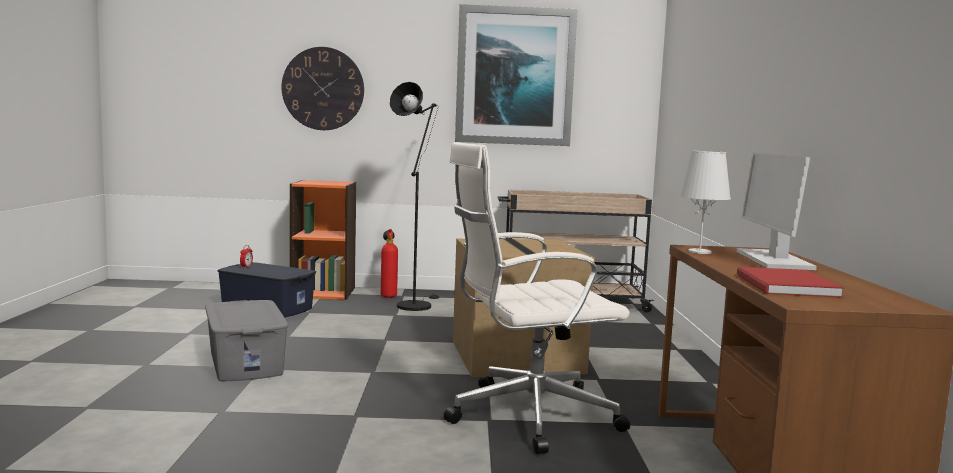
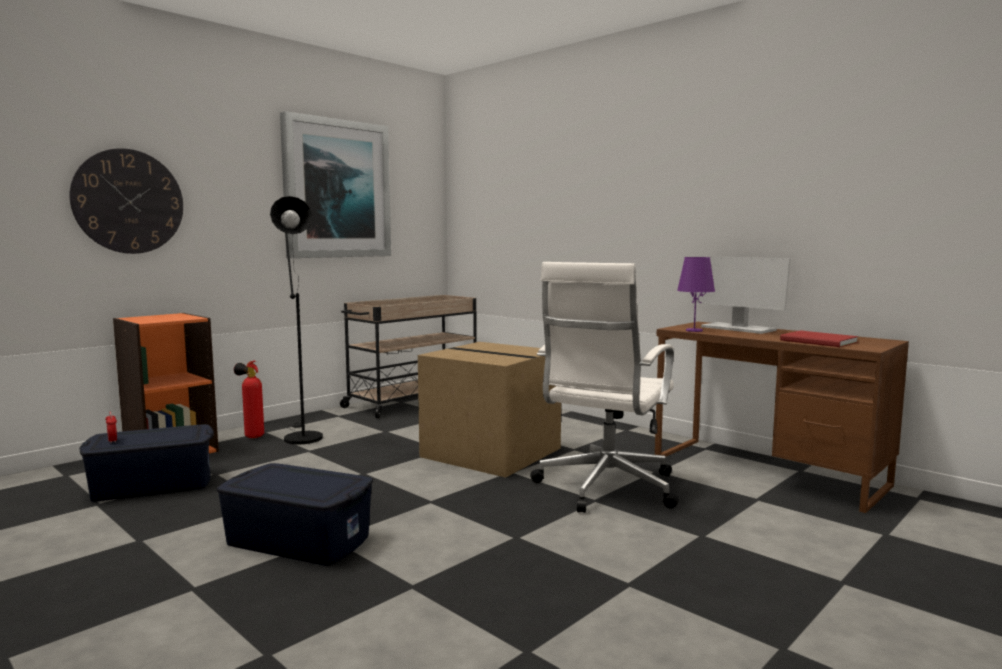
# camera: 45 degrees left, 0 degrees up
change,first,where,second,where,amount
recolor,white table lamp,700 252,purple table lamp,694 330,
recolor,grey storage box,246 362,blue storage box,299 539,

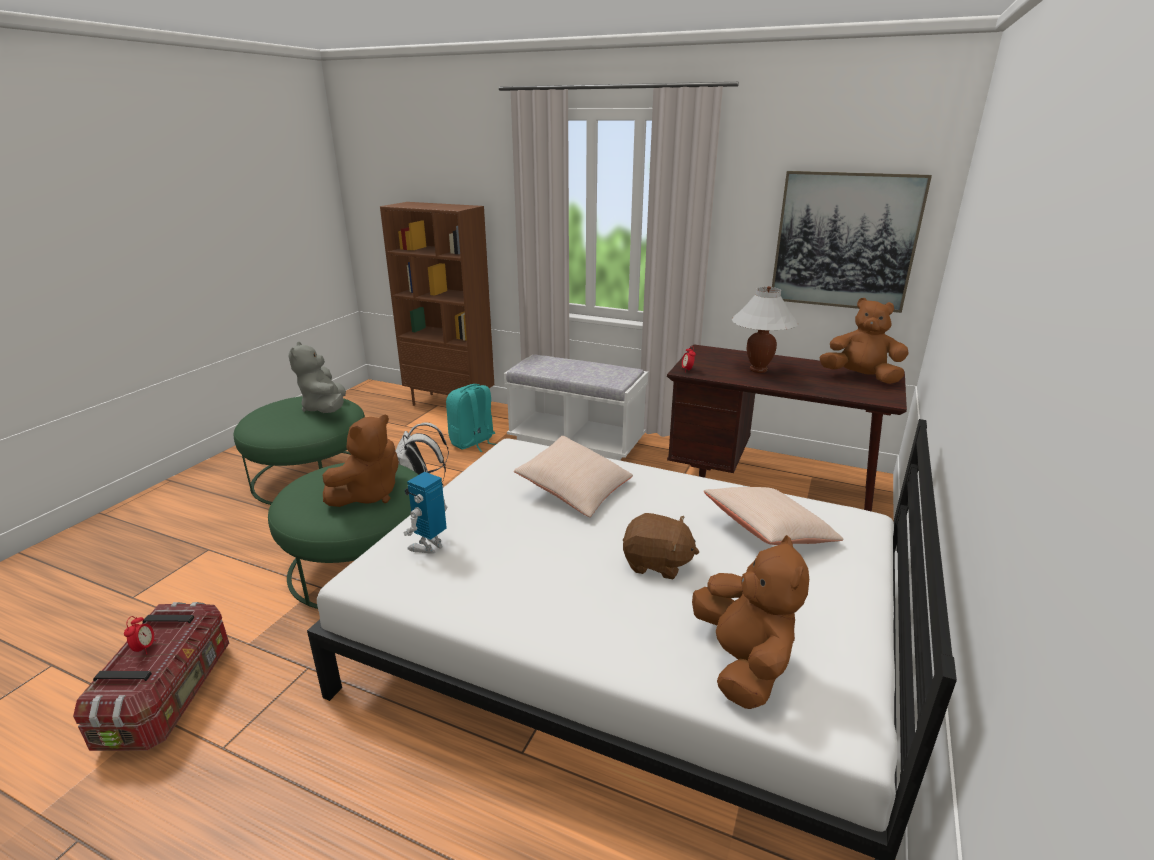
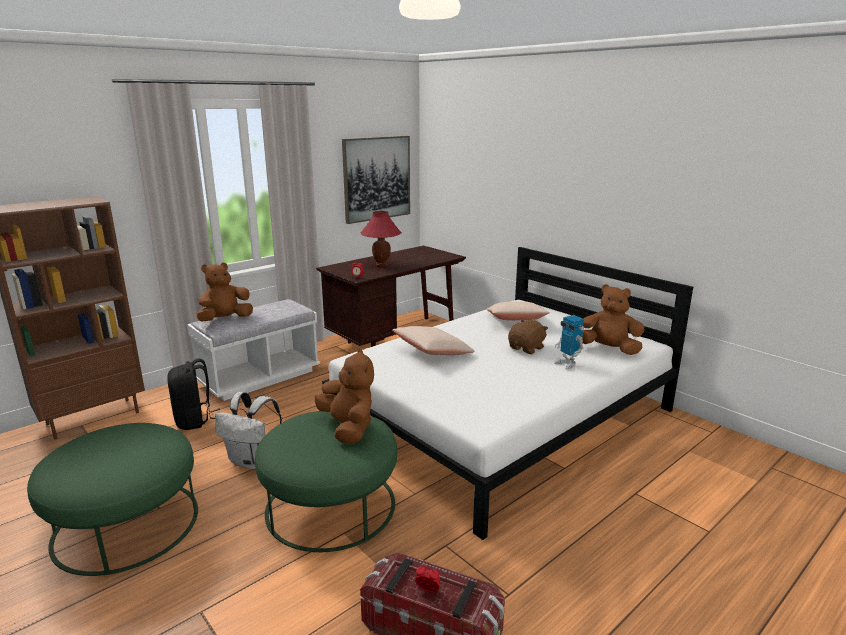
# camera: 65 degrees left, 5 degrees down
change,first,where,second,where,amount
recolor,white table lamp,758 370,red table lamp,381 265,
move,brown plush toy,860 377,,225 319,
delete,grey plush toy,325 409,,,
recolor,turquoise backpack,473 442,black backpack,194 420,
move,toy robot,429 546,,567 364,

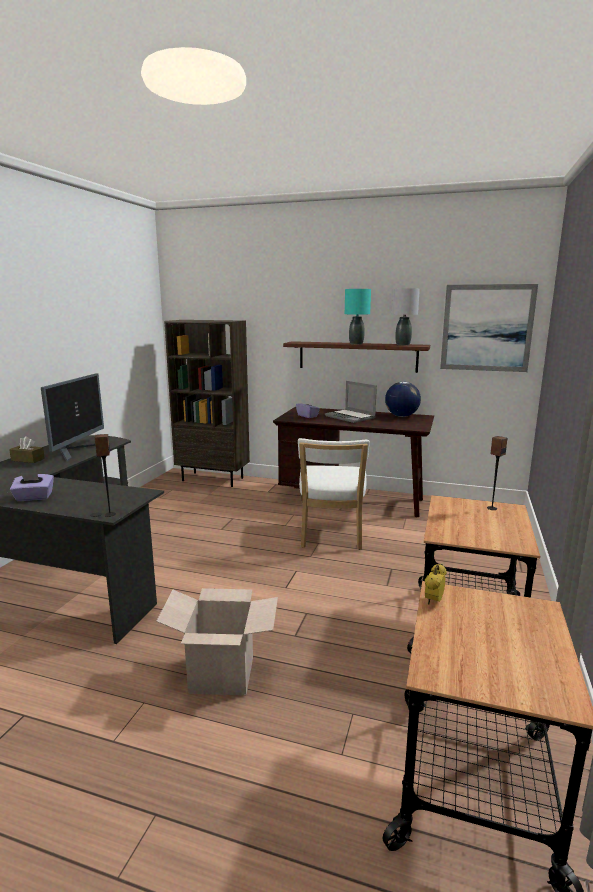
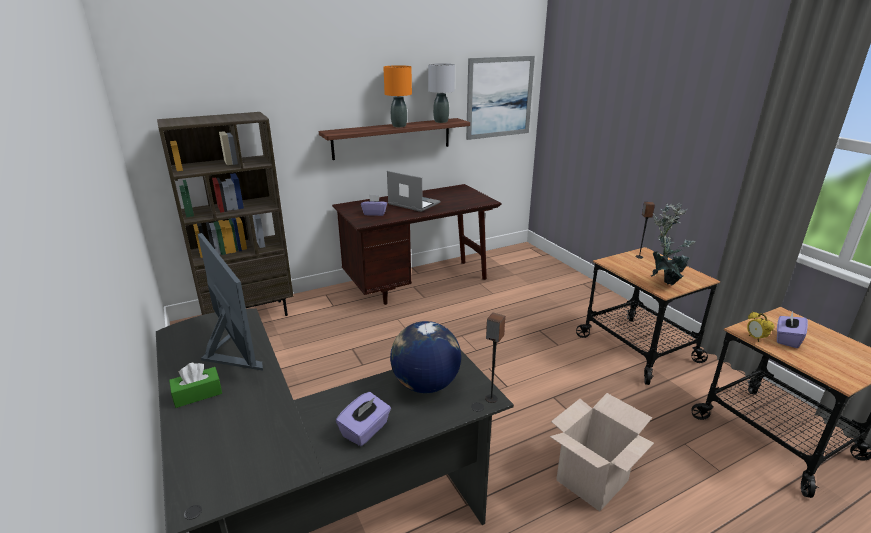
# camera: 45 degrees left, 10 degrees up
change,first,where,second,where,amount
recolor,turquoise table lamp,356 343,orange table lamp,399 126,
rotate,laptop,351 417,,413 204,150 degrees counterclockwise
move,globe,401 416,,425 385,
recolor,brown tissue box,28 459,green tissue box,197 394,
delete,white chair,331 537,,,
insert,,,potted plant,664 281,
insert,,,purple tissue box,787 339,

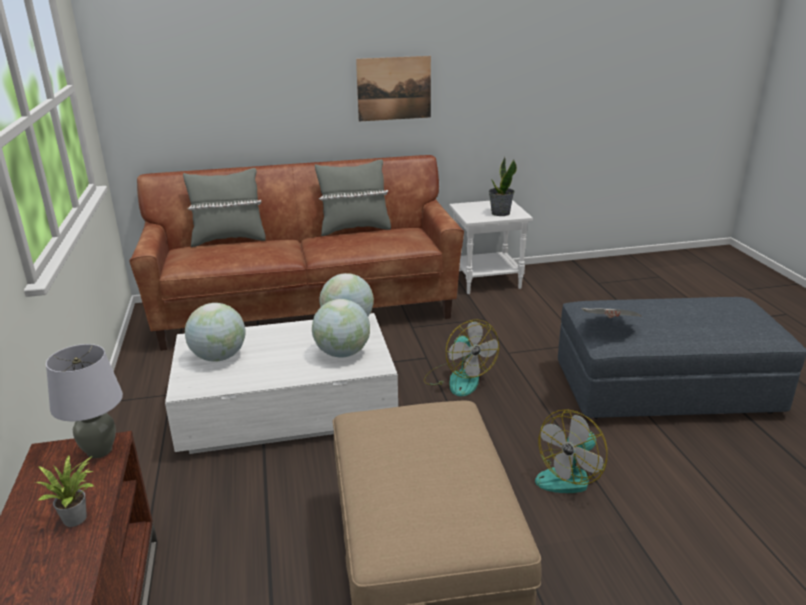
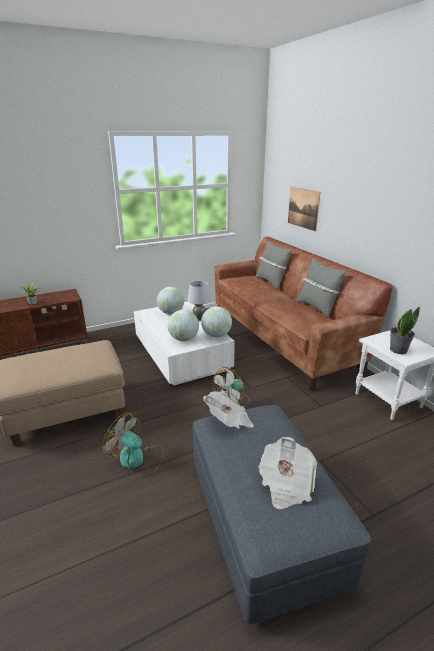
# camera: 75 degrees right, 0 degrees up
change,first,where,second,where,amount
move,picture,394 88,,303 208,
move,grey table lamp,99 450,,199 318,
insert,,,newspaper,285 484,

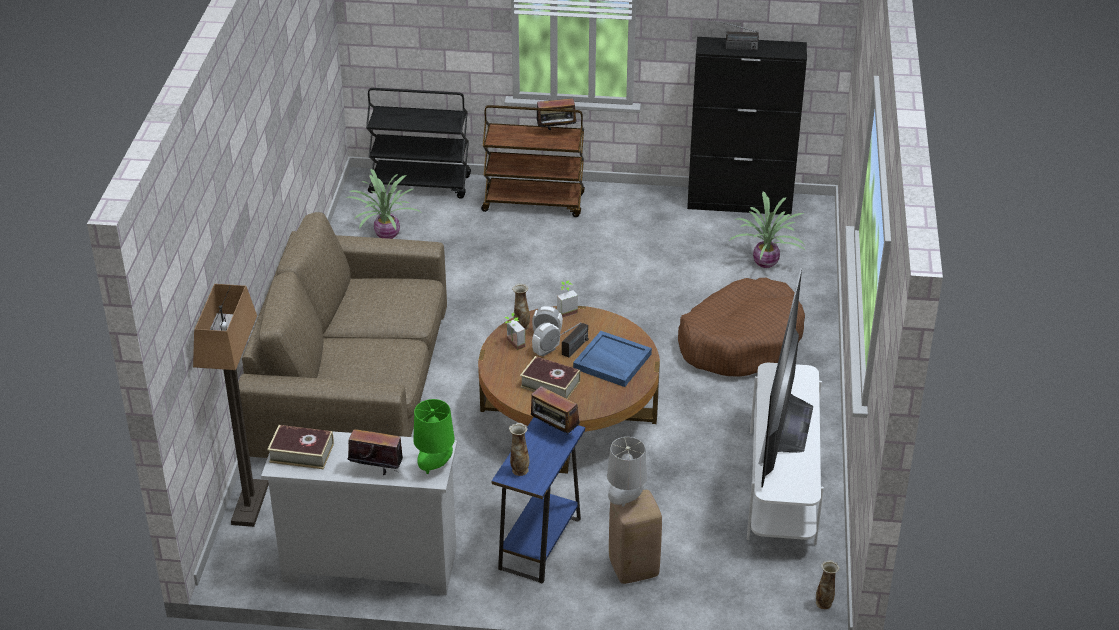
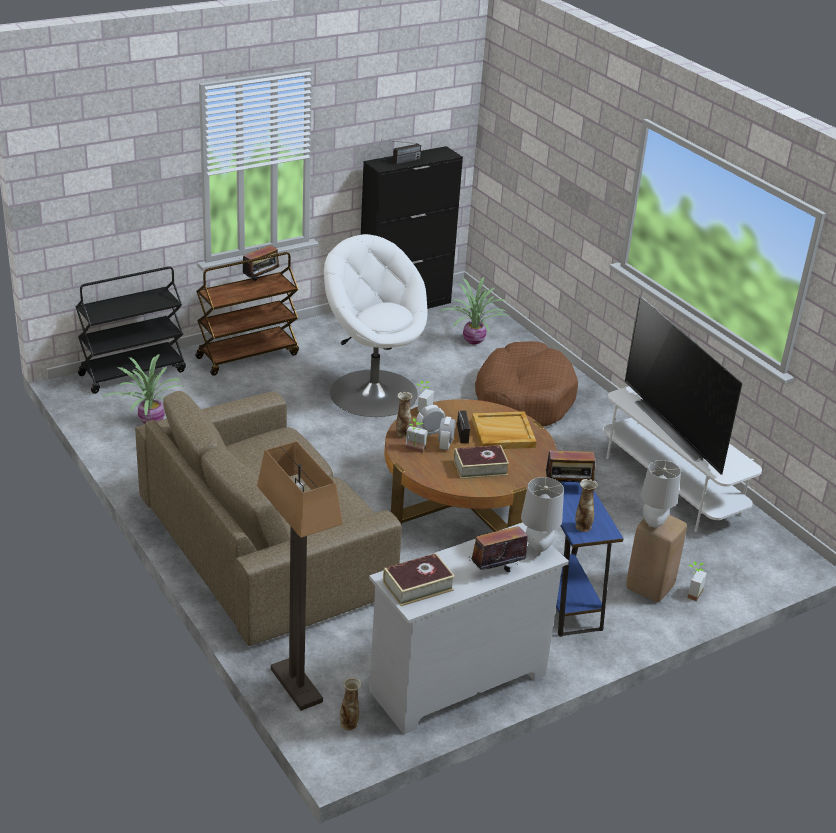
# camera: 40 degrees left, 5 degrees down
change,first,where,second,where,amount
recolor,blue tray,611 361,beige tray,502 433,
recolor,green table lamp,435 466,grey table lamp,537 547,
move,vase,824 603,,349 724,
insert,,,white armchair,372 392,
insert,,,potted plant,691 592,

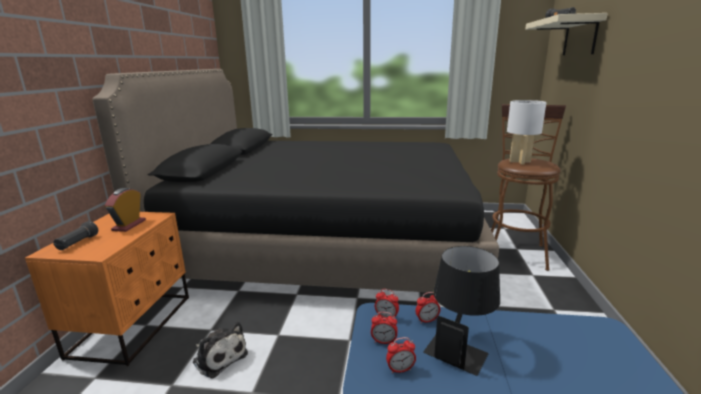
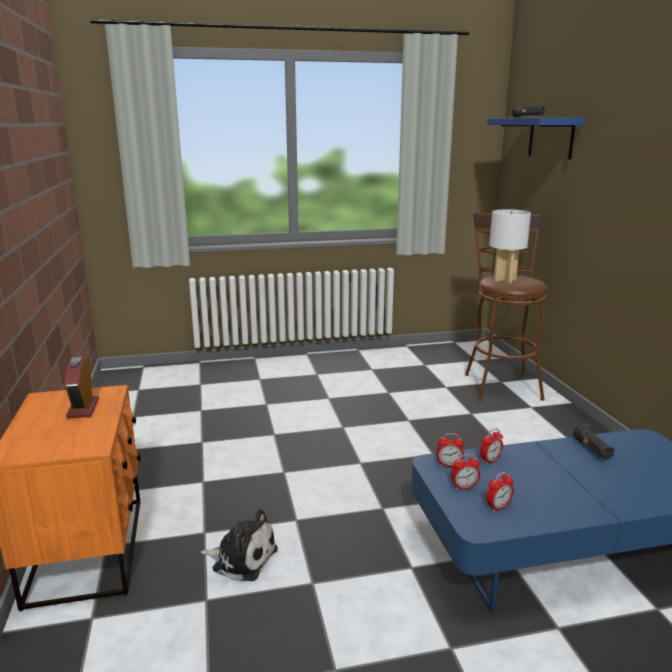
# camera: 20 degrees left, 0 degrees up
change,first,where,second,where,amount
recolor,beige shelf,580 36,blue shelf,551 137,
delete,black bed,326 244,,,
move,black flashlight,77 243,,592 450,
delete,black table lamp,459 345,,,

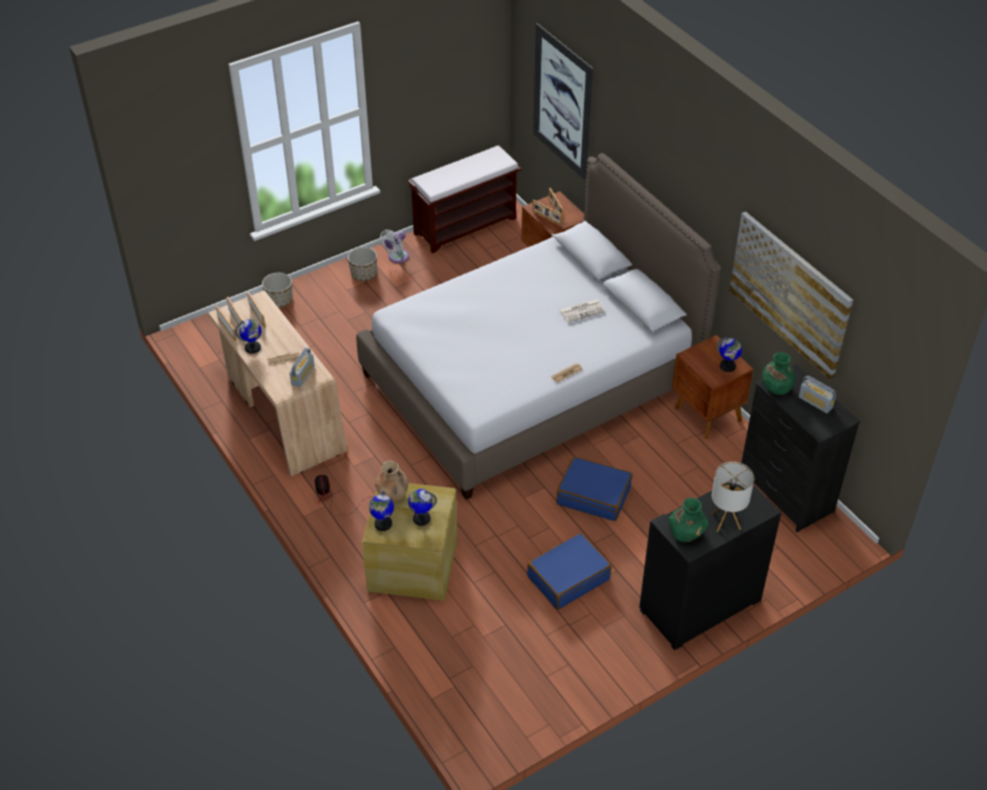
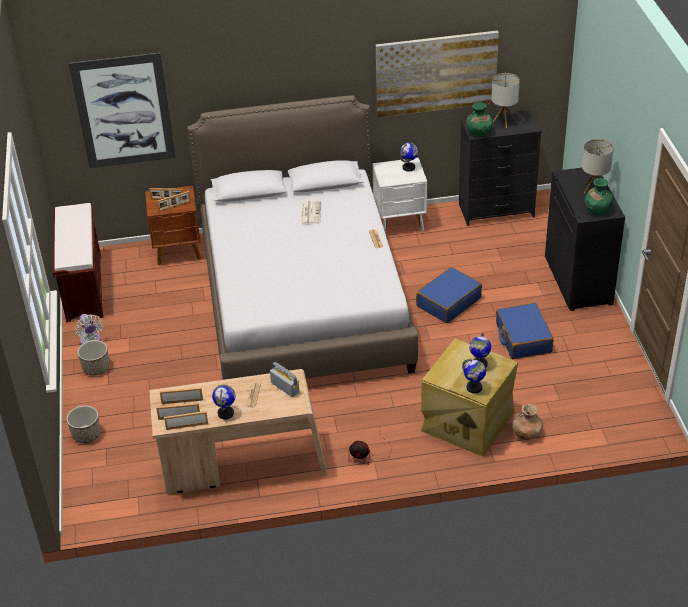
# camera: 65 degrees left, 5 degrees down
change,first,where,second,where,amount
recolor,brown nightstand,707 415,white nightstand,400 222,
replace,radio,815 402,table lamp,503 121,
move,brown vase,392 493,,527 434,

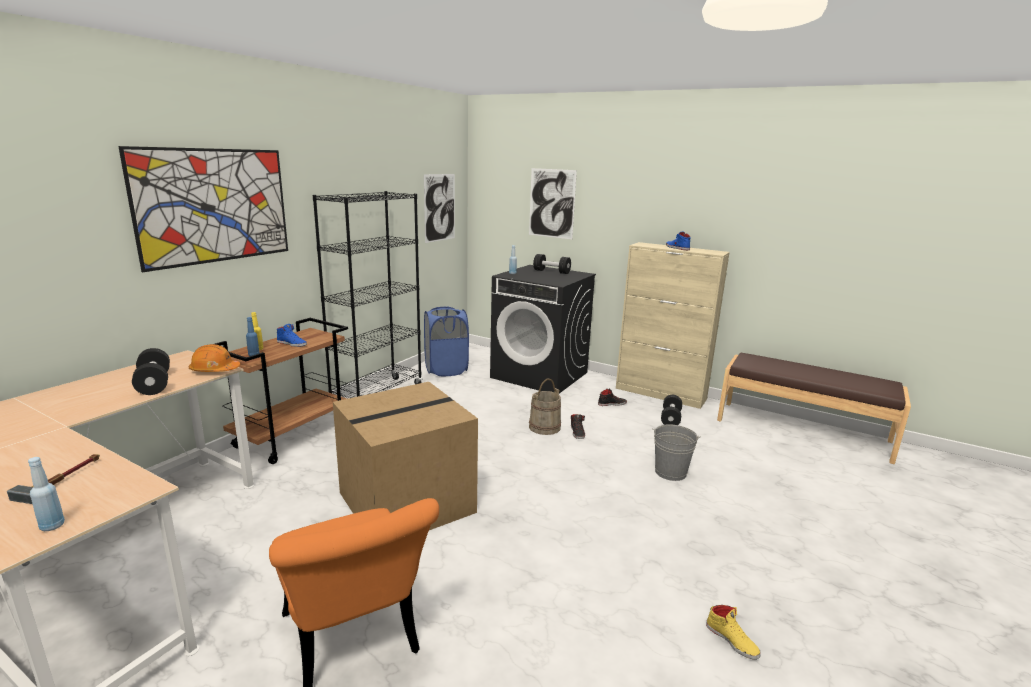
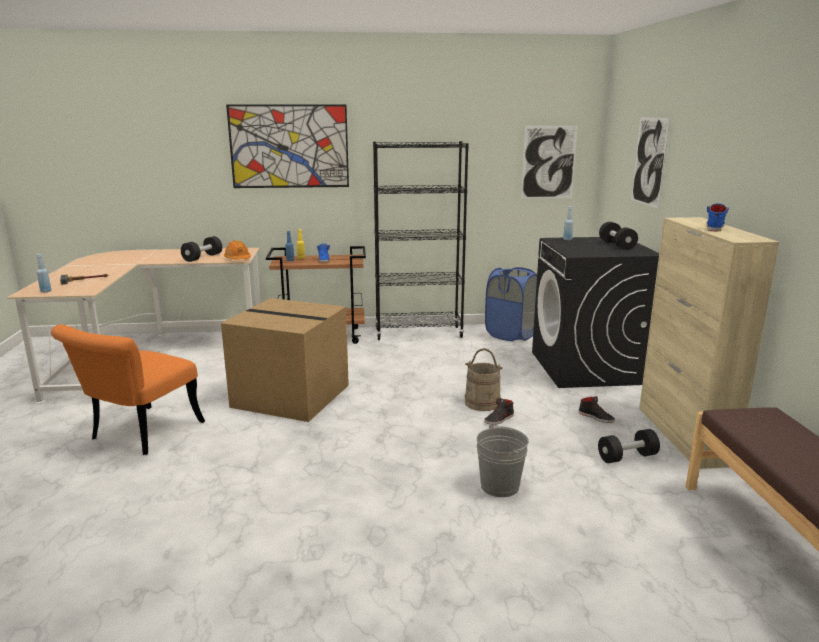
# camera: 55 degrees right, 0 degrees up
change,first,where,second,where,amount
delete,yellow shoe,732 640,,,

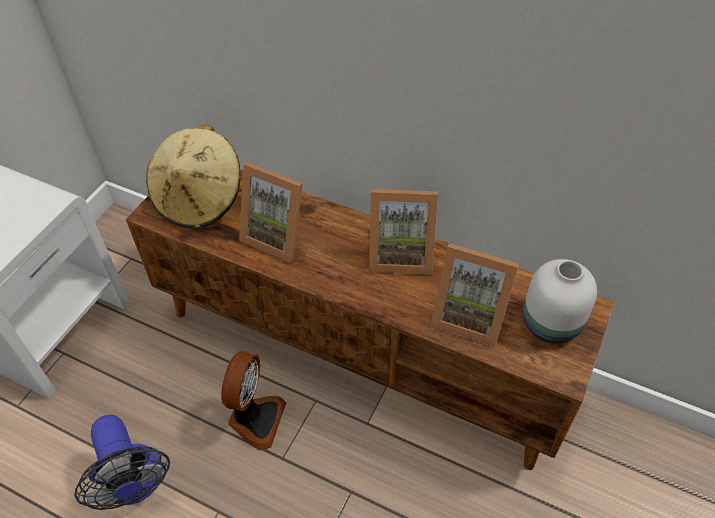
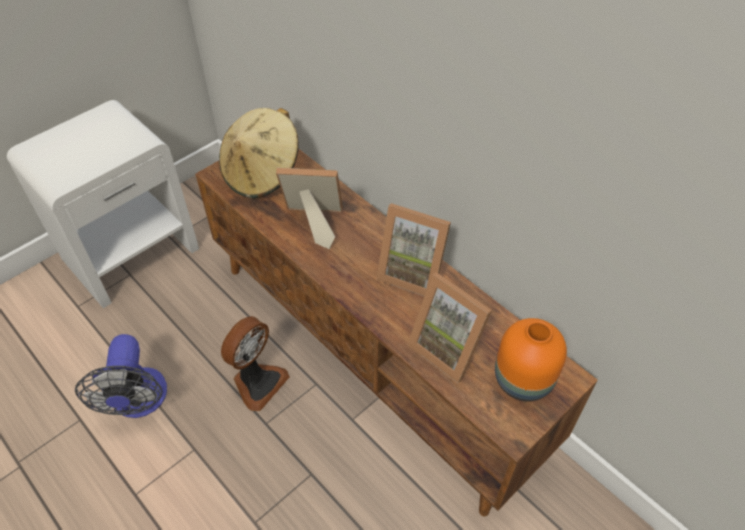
# camera: 20 degrees right, 0 degrees up
change,first,where,second,where,amount
rotate,picture frame,278 235,,313 223,135 degrees clockwise
recolor,white vase,552 323,orange vase,524 380,

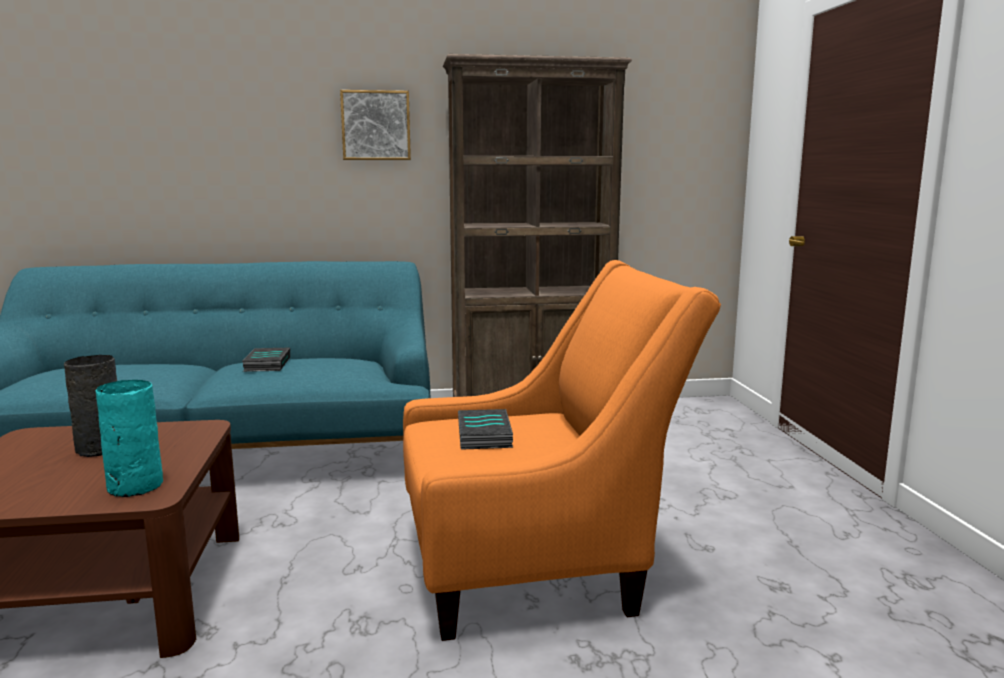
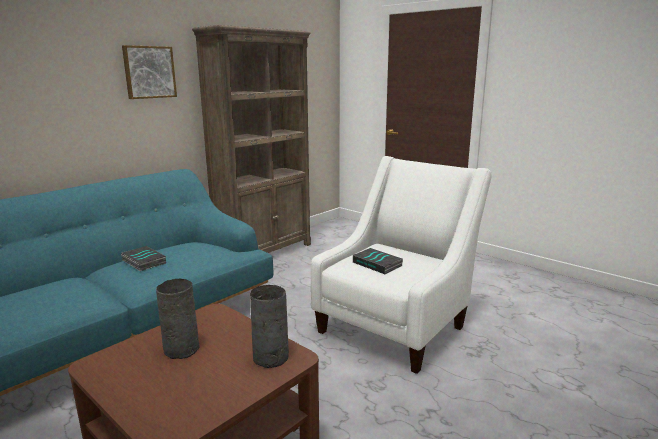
# camera: 40 degrees left, 5 degrees up
change,first,where,second,where,amount
recolor,orange armchair,538 566,white armchair,397 325,
recolor,turquoise vase,133 487,grey vase,270 358,

